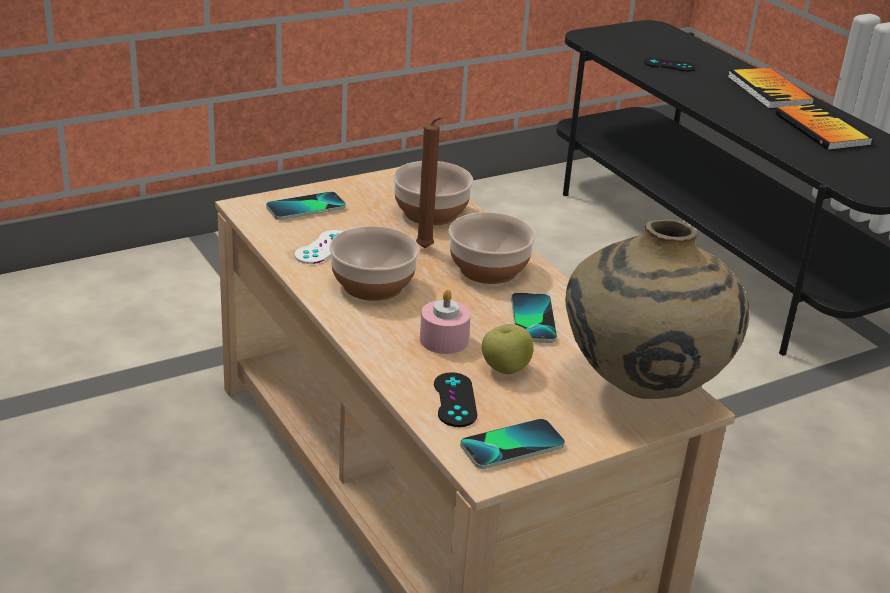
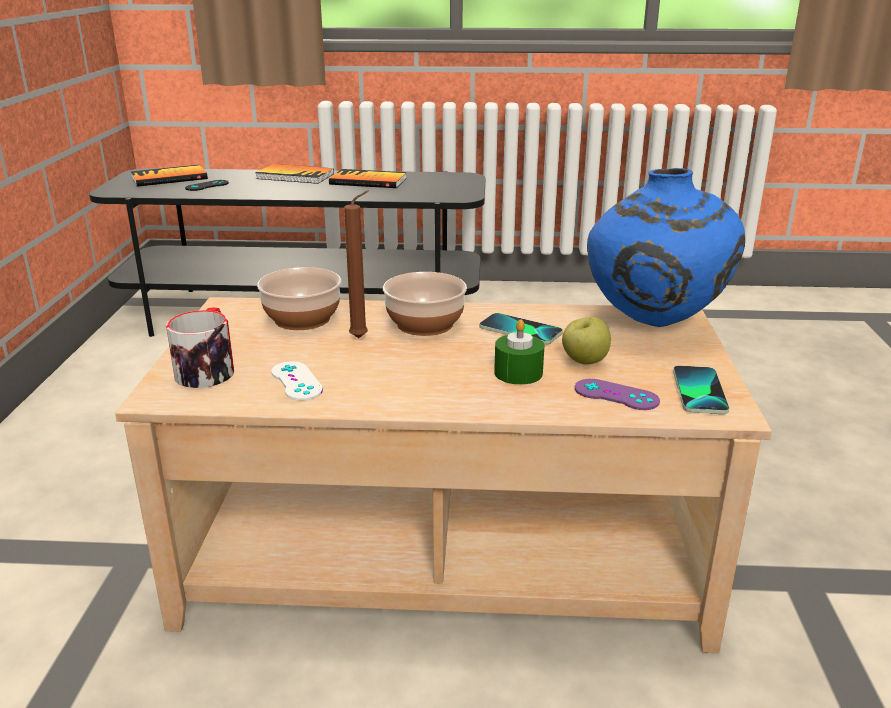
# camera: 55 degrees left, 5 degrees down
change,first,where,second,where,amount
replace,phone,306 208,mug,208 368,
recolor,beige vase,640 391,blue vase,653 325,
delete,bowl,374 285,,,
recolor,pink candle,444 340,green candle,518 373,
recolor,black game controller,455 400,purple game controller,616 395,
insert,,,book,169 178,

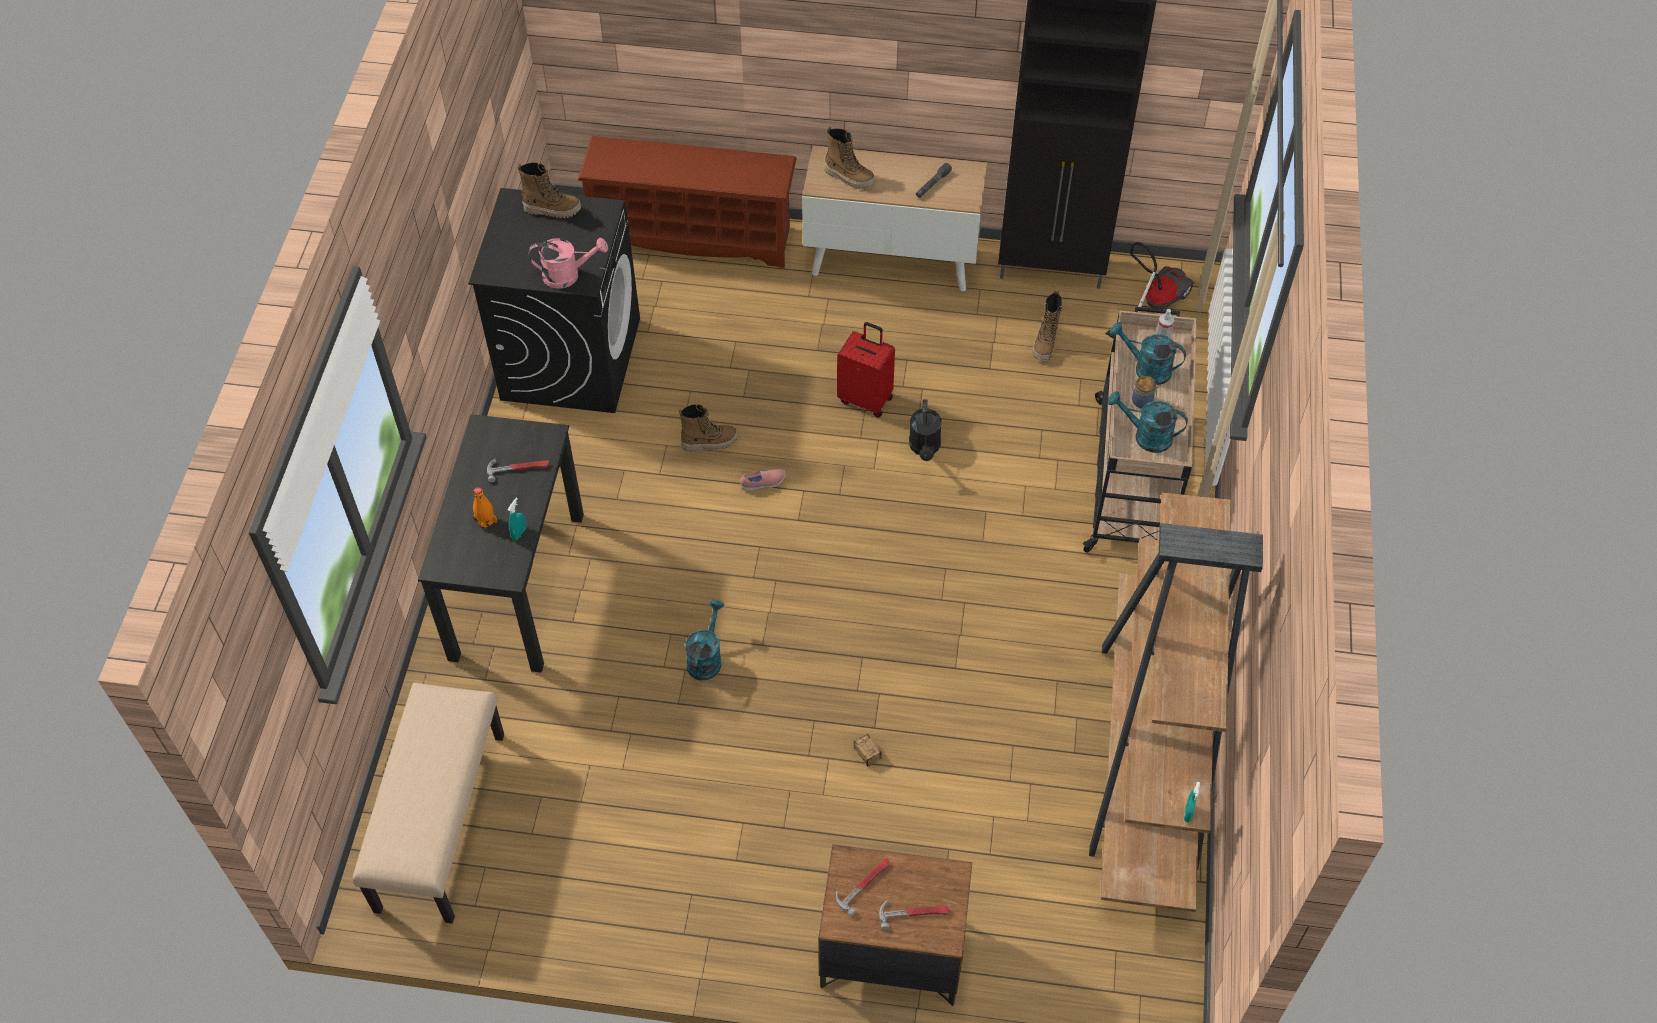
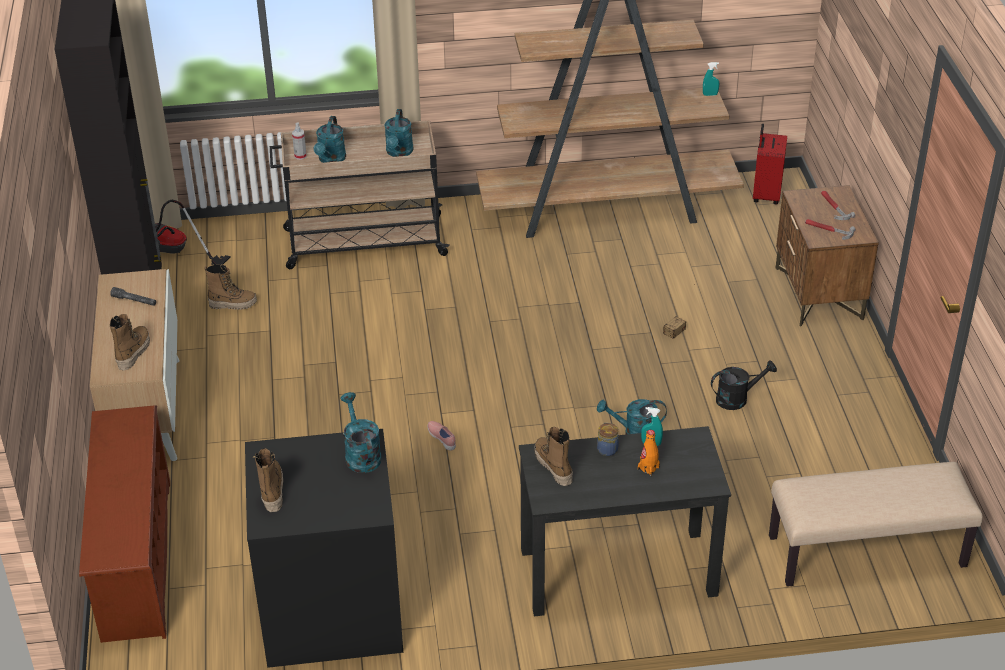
# camera: 105 degrees left, 15 degrees down
change,first,where,second,where,amount
recolor,pink watering can,568 275,turquoise watering can,361 454,
move,red suitcase,866 399,,765 195,
move,jar,1143 401,,607 449,
move,black watering can,925 448,,737 398,
move,boot,709 442,,553 466,
delete,hammer,518 468,,,

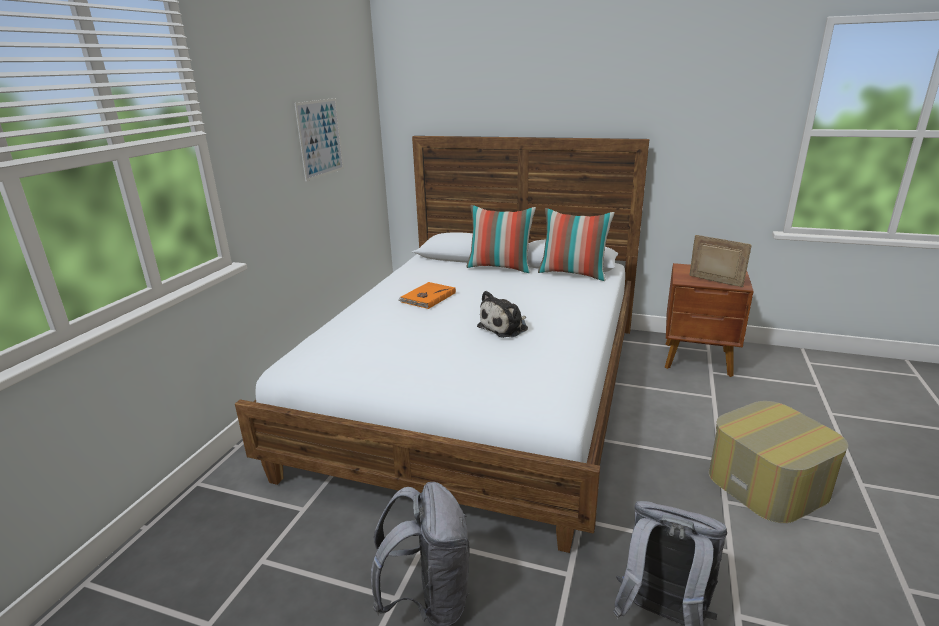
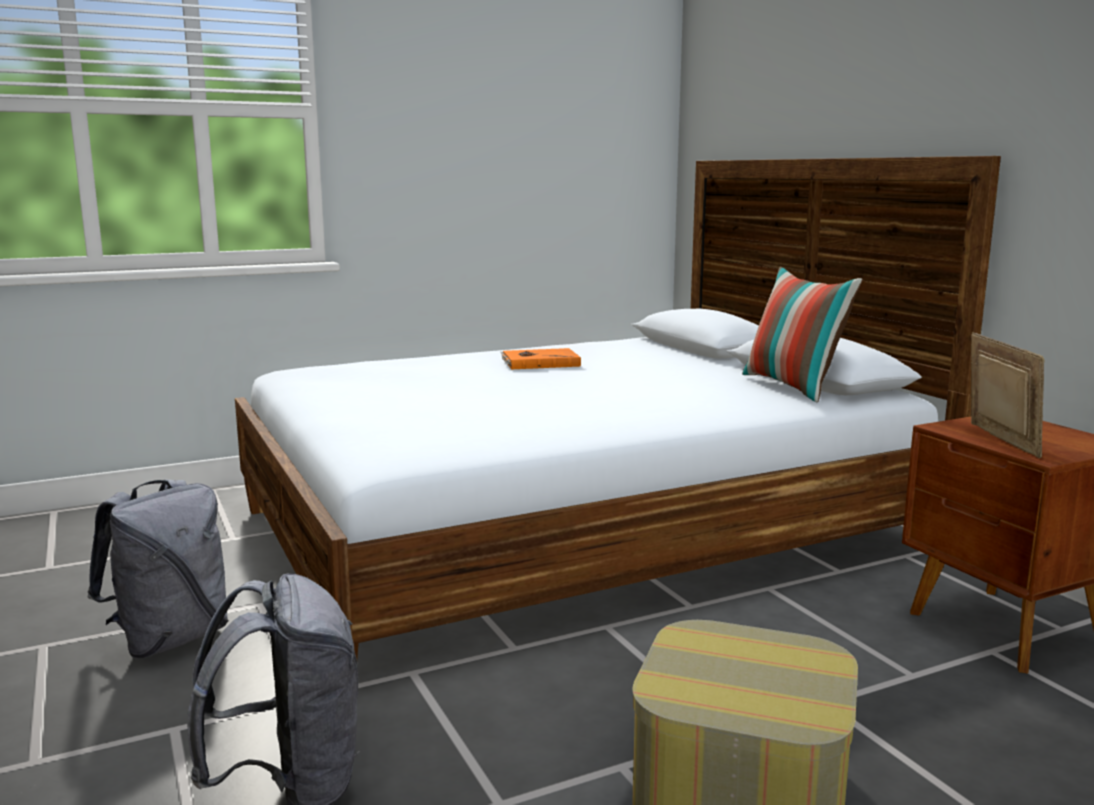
# camera: 45 degrees right, 10 degrees down
change,first,where,second,where,amount
delete,picture,320 138,,,
delete,pillow,500 267,,,
delete,plush toy,505 327,,,

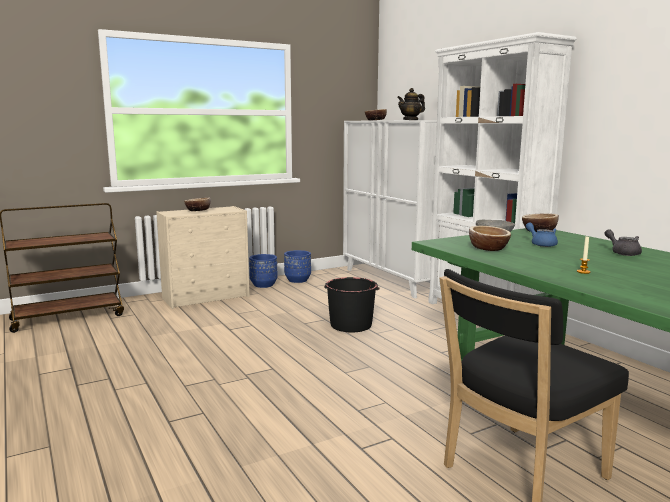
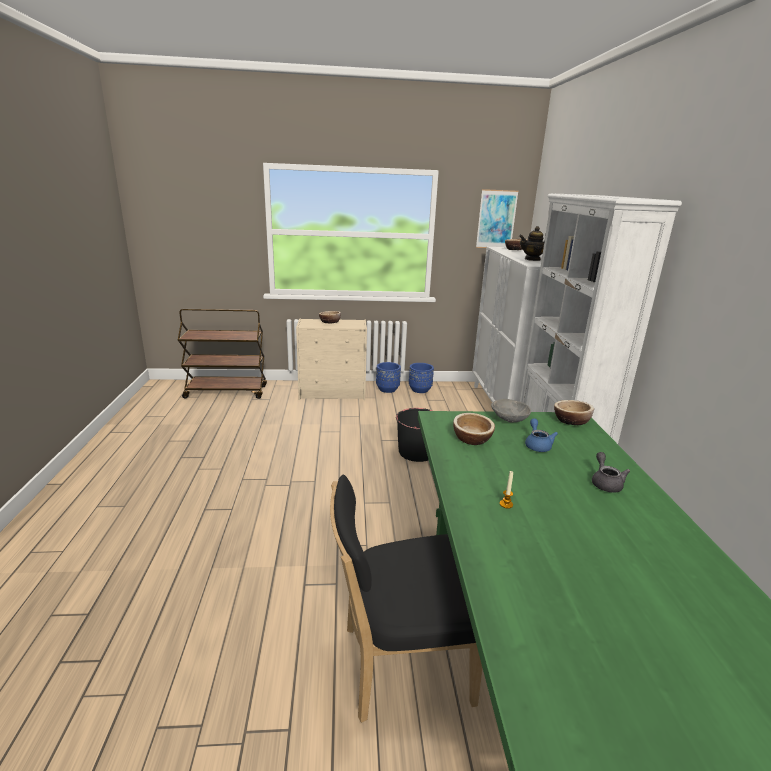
# camera: 25 degrees right, 10 degrees up
change,first,where,second,where,amount
insert,,,picture,496 219,

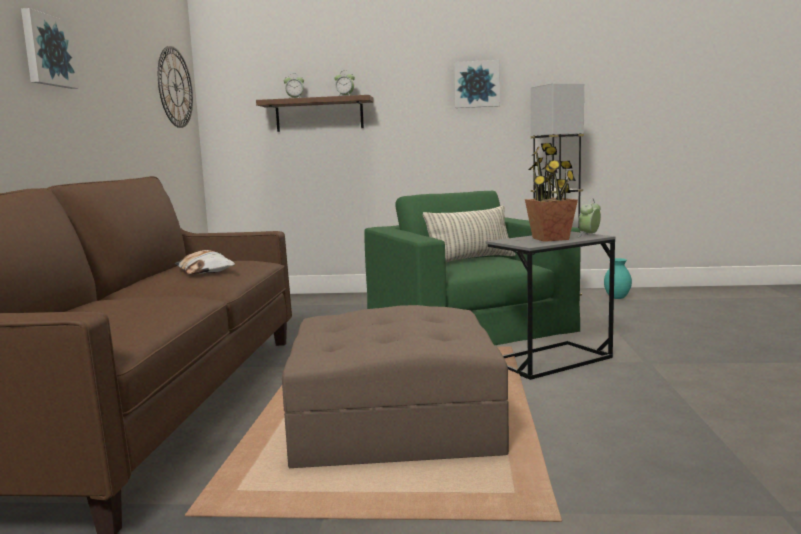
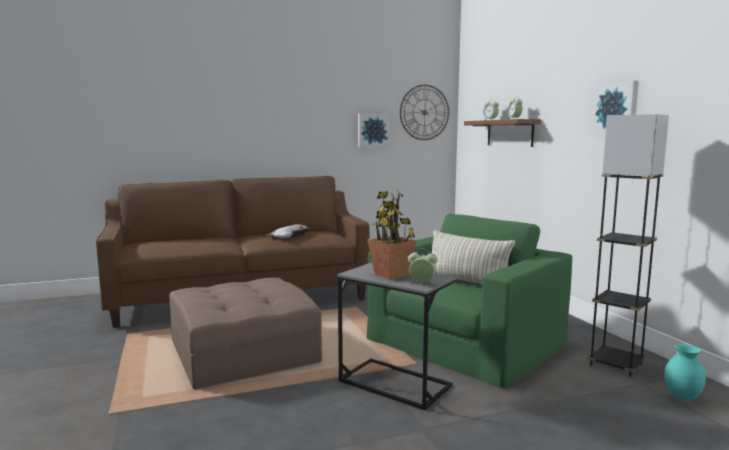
# camera: 65 degrees right, 0 degrees up
change,first,where,second,where,amount
move,picture,47 51,,373 130,

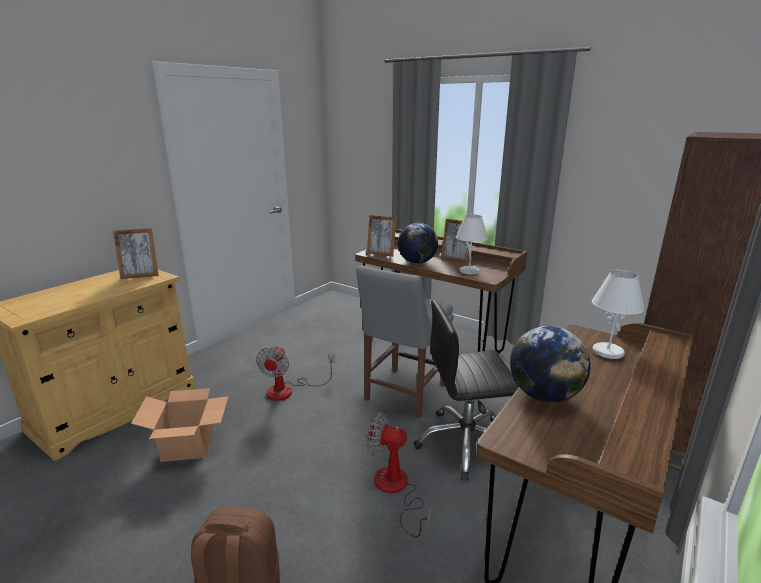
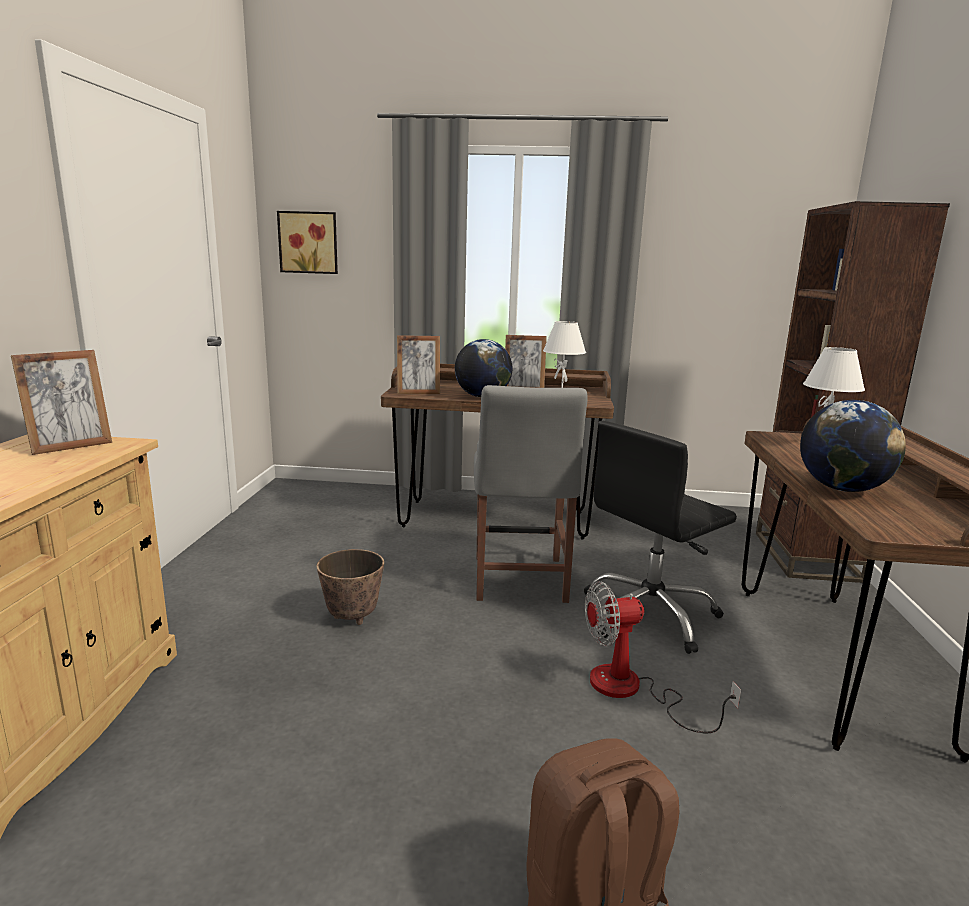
# camera: 30 degrees left, 5 degrees down
change,first,where,second,where,amount
replace,fan,289 390,planter,352 617,
delete,cardboard box,187 444,,,
insert,,,picture,309 242,

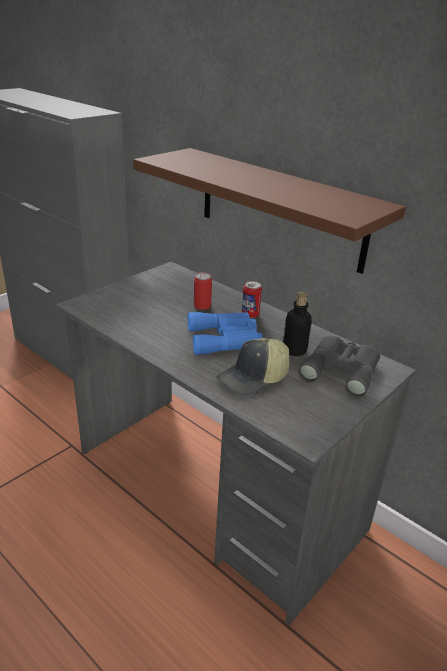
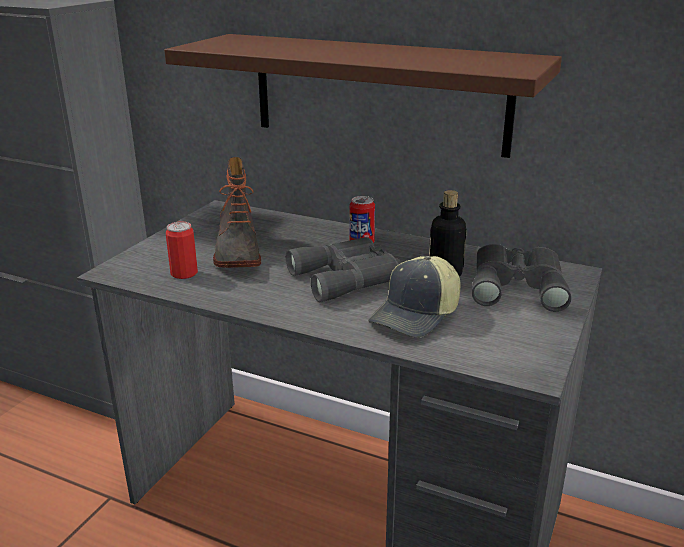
# camera: 15 degrees left, 5 degrees down
change,first,where,second,where,amount
move,can,202 306,,184 273,
recolor,blue binoculars,226 339,grey binoculars,349 277,
insert,,,boot,236 251,

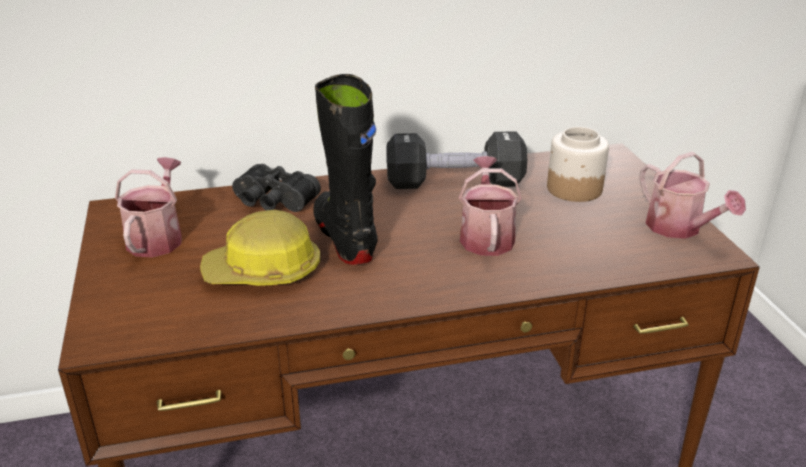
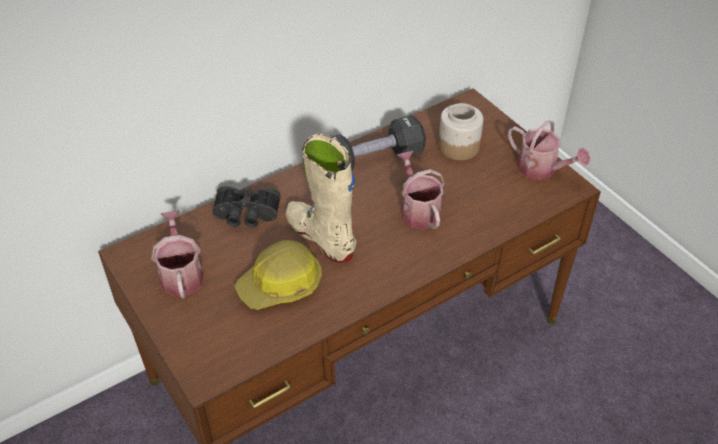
# camera: 20 degrees left, 15 degrees up
change,first,where,second,where,amount
recolor,black boot,345 237,beige boot,321 237,

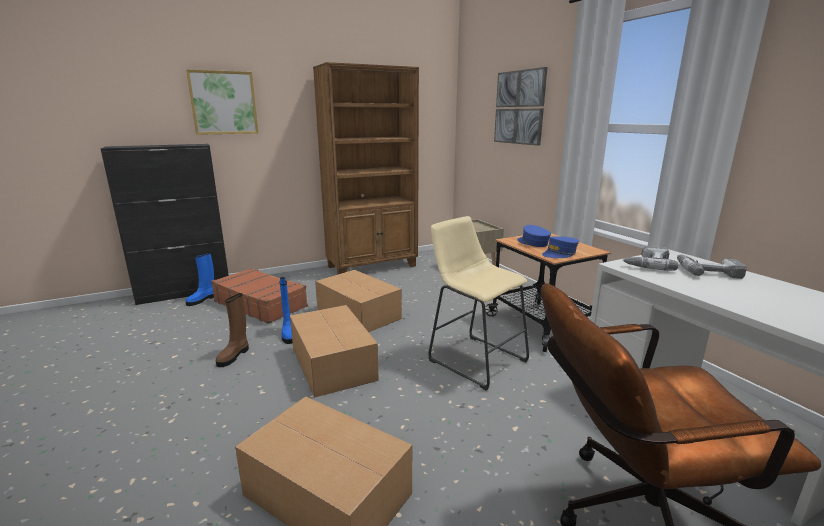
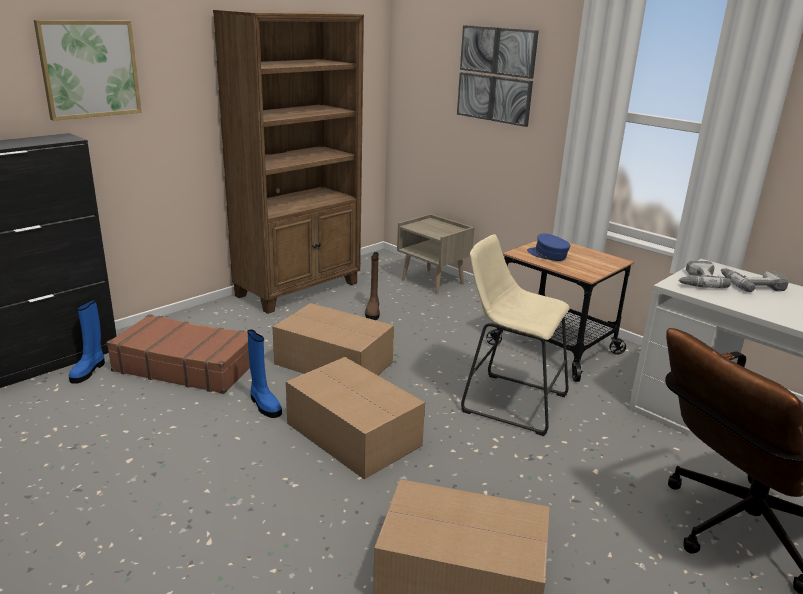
# camera: 20 degrees left, 5 degrees up
change,first,where,second,where,amount
delete,blue cap,559 254,,,
move,brown boot,234 356,,373 311,

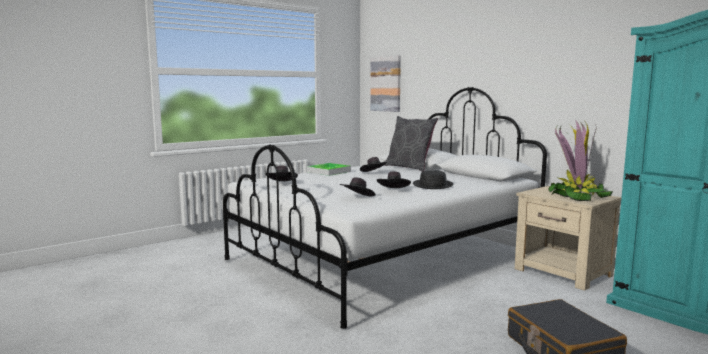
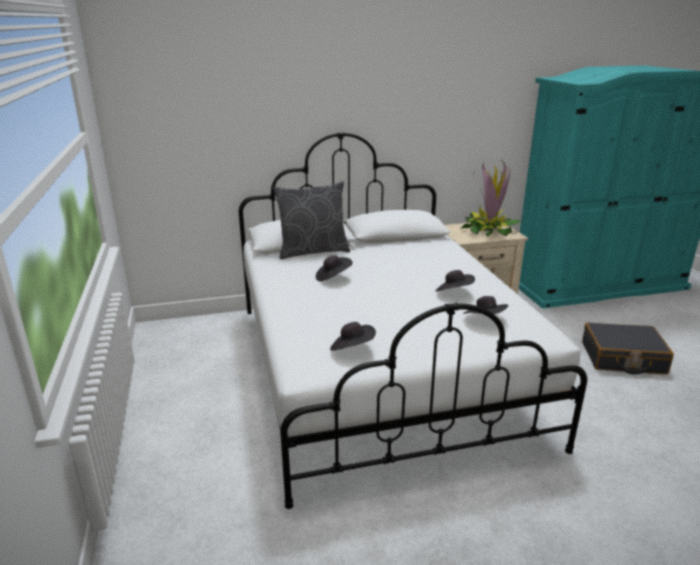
# camera: 65 degrees left, 15 degrees up
change,first,where,second,where,amount
delete,picture,386 84,,,
delete,tray,329 172,,,
delete,black hat,433 185,,,

